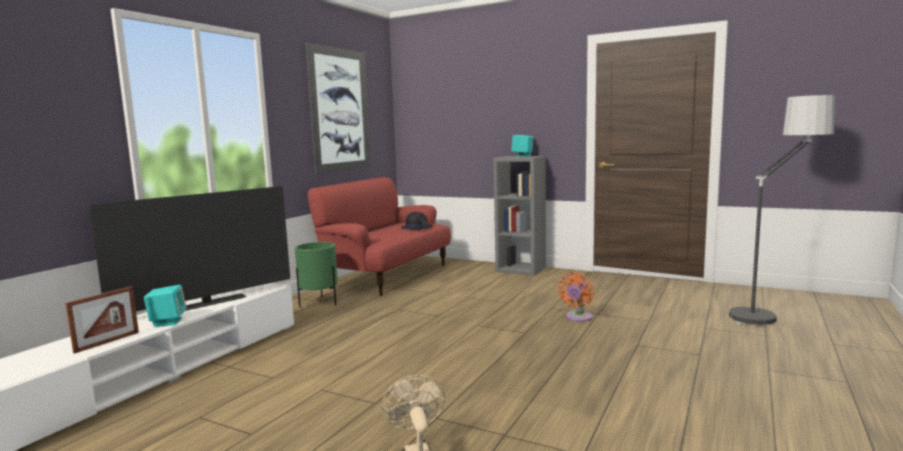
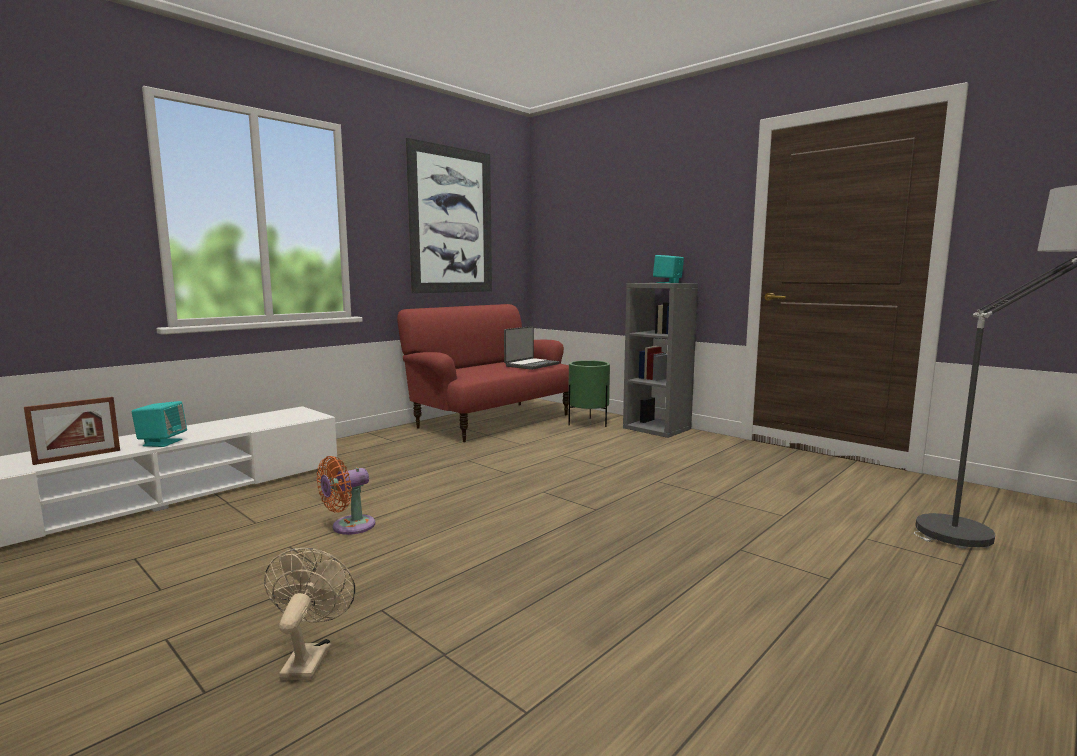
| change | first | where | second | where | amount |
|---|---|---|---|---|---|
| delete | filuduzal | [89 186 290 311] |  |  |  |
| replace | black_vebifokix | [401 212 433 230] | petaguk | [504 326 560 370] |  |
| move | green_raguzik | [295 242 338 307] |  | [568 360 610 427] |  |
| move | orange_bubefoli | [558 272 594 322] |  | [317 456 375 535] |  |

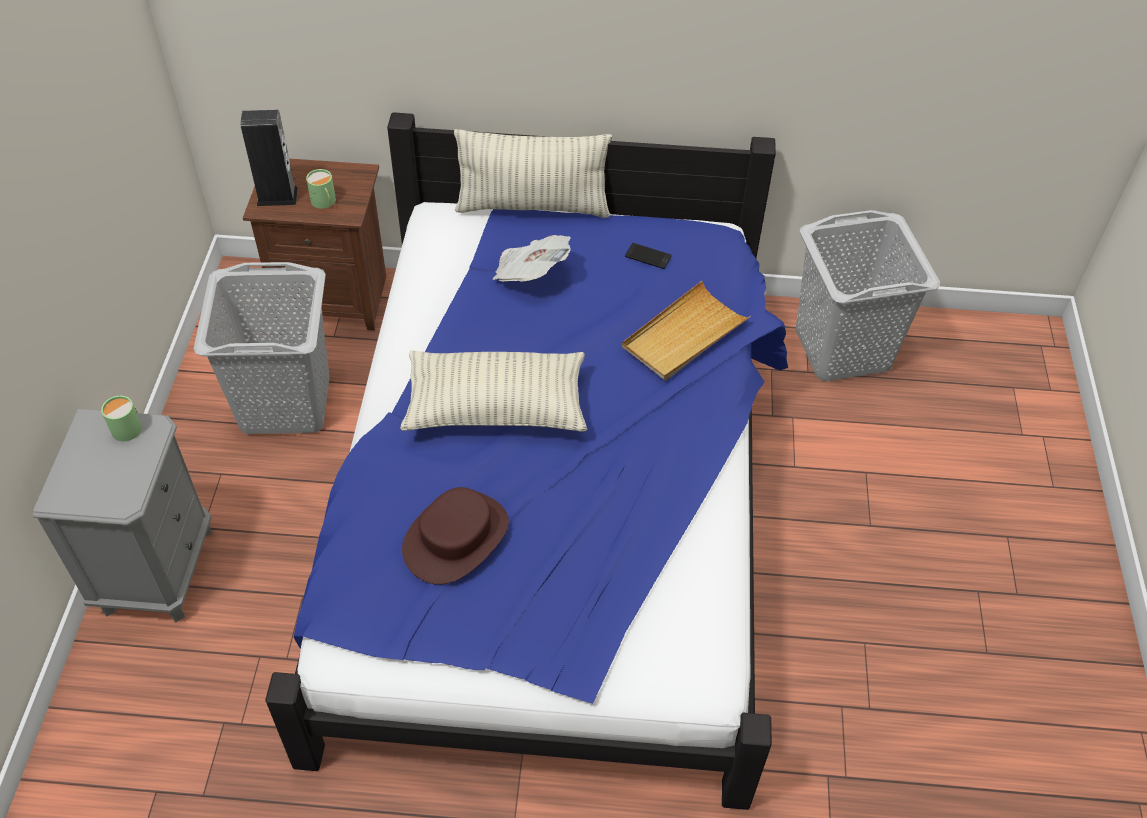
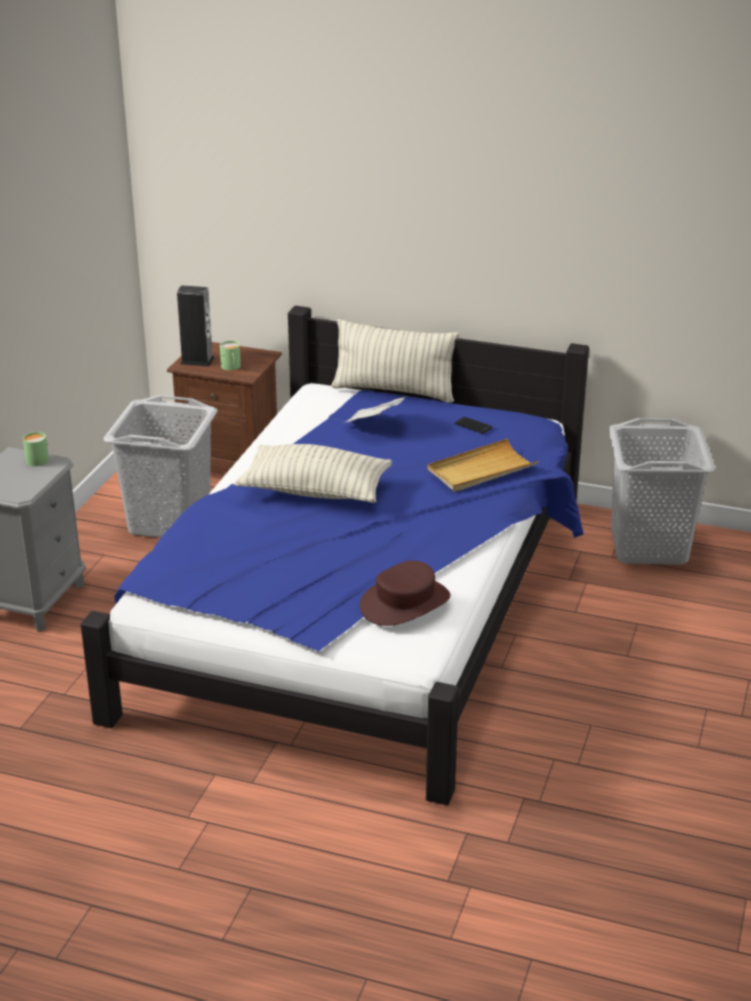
| change | first | where | second | where | amount |
|---|---|---|---|---|---|
| move | brown_vebifokix | [402 487 509 585] |  | [360 561 450 626] |  |

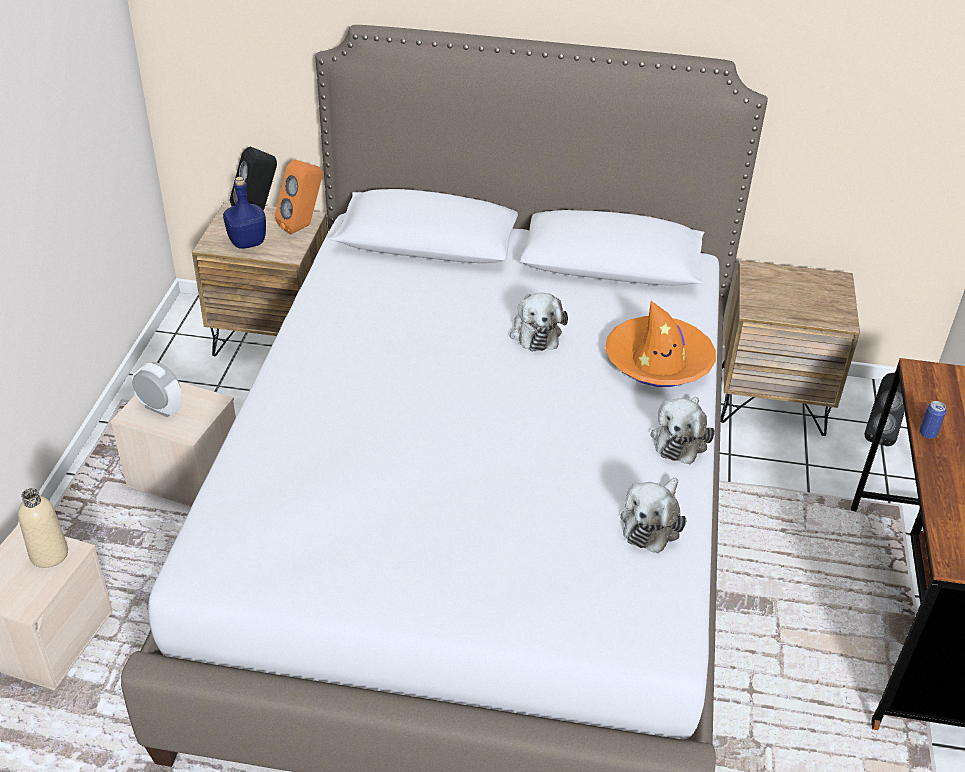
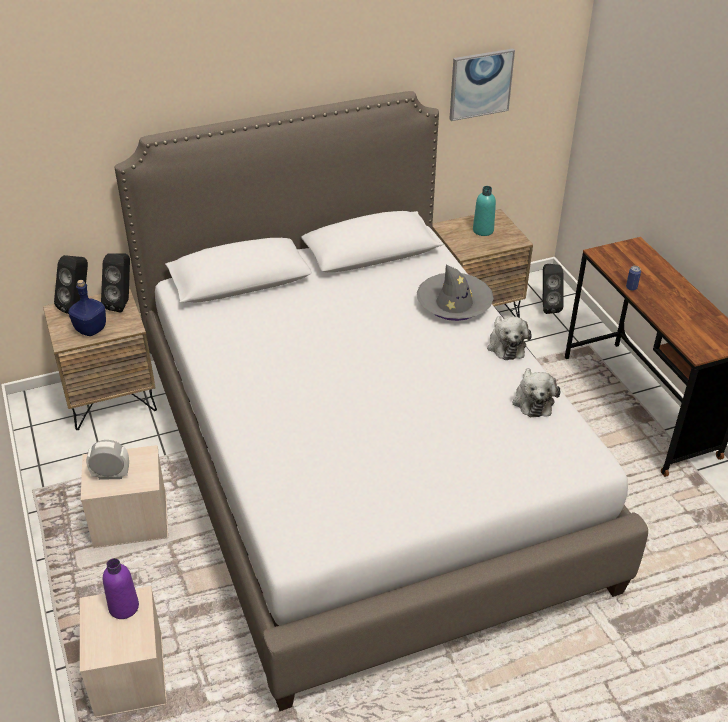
| change | first | where | second | where | amount |
|---|---|---|---|---|---|
| recolor | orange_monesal | [275 159 323 235] | black_monesal | [101 253 130 313] |  |
| delete | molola | [510 293 568 351] |  |  |  |
| recolor | orange_vebifokix | [605 301 716 387] | grey_vebifokix | [417 264 494 321] |  |
| recolor | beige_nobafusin | [18 488 68 568] | purple_nobafusin | [103 558 139 619] |  |
| insert |  |  | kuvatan | [450 49 515 121] |  |
| insert |  |  | turquoise_nobafusin | [473 186 496 236] |  |

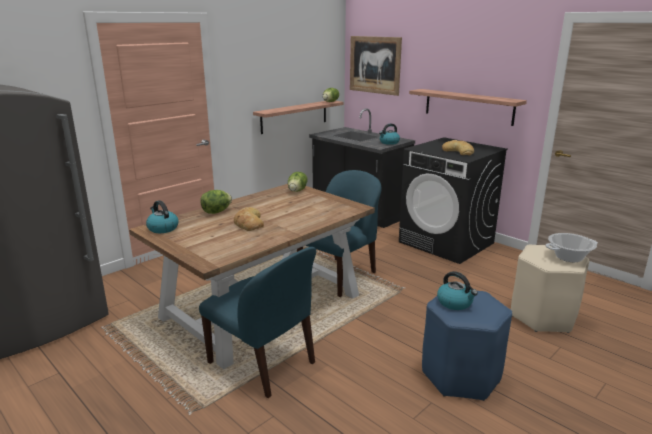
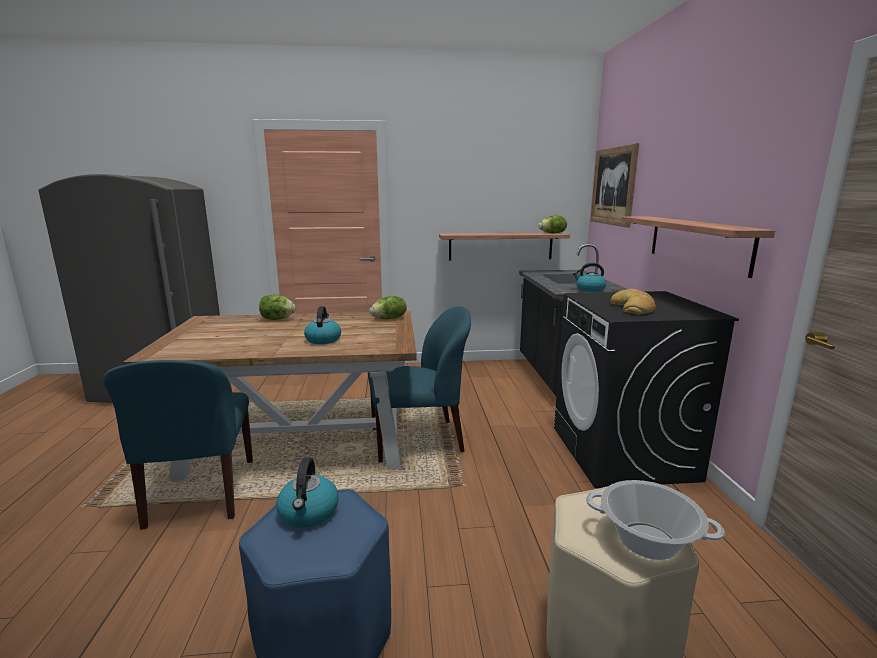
| change | first | where | second | where | amount |
|---|---|---|---|---|---|
| move | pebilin | [146 200 179 233] |  | [304 306 341 344] |  |
| delete | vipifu | [234 207 264 231] |  |  |  |

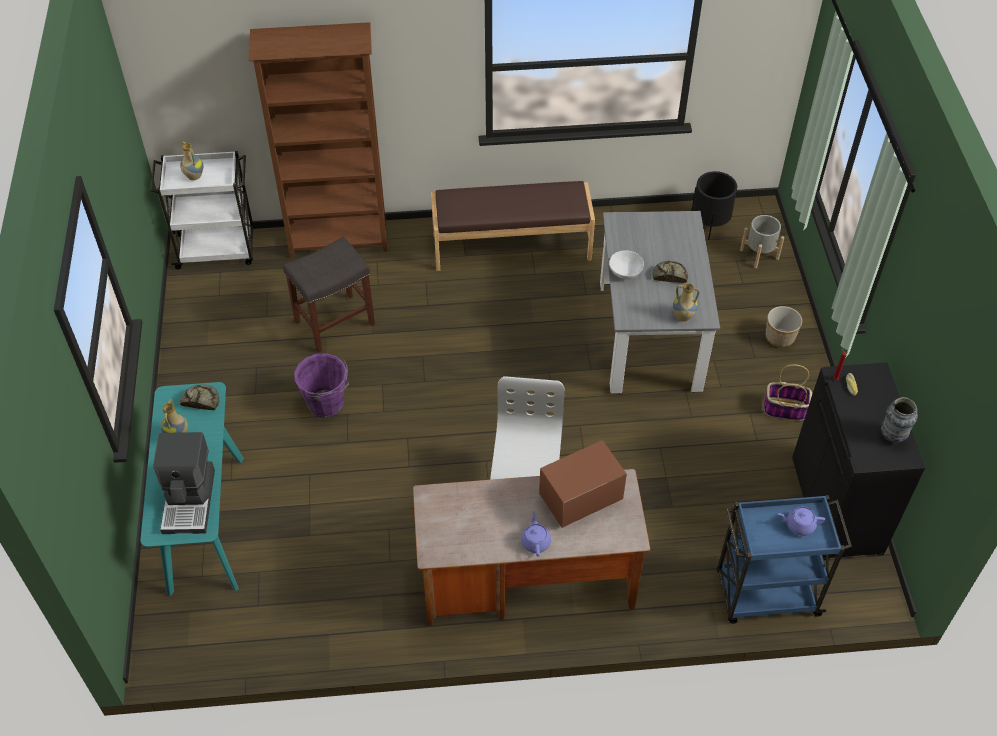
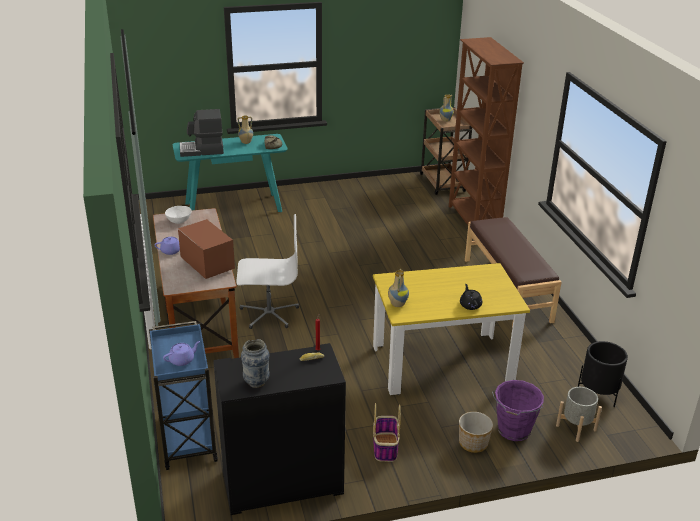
| change | first | where | second | where | amount |
|---|---|---|---|---|---|
| recolor | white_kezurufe | [150 151 254 270] | brown_kezurufe | [420 107 472 195] |  |
| recolor | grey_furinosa | [600 211 720 394] | yellow_furinosa | [373 263 530 395] |  |
| delete | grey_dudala | [283 237 375 353] |  |  |  |
| move | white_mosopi | [609 250 644 279] |  | [165 206 192 224] |  |
| delete | vipifu | [652 261 688 283] |  |  |  |
| move | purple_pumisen | [294 354 349 418] |  | [492 380 544 441] |  |
| rotate | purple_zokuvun | [778 507 826 536] |  | [163 341 200 366] | 60 degrees clockwise |
| insert |  |  | black_zokuvun | [460 284 482 310] |  |

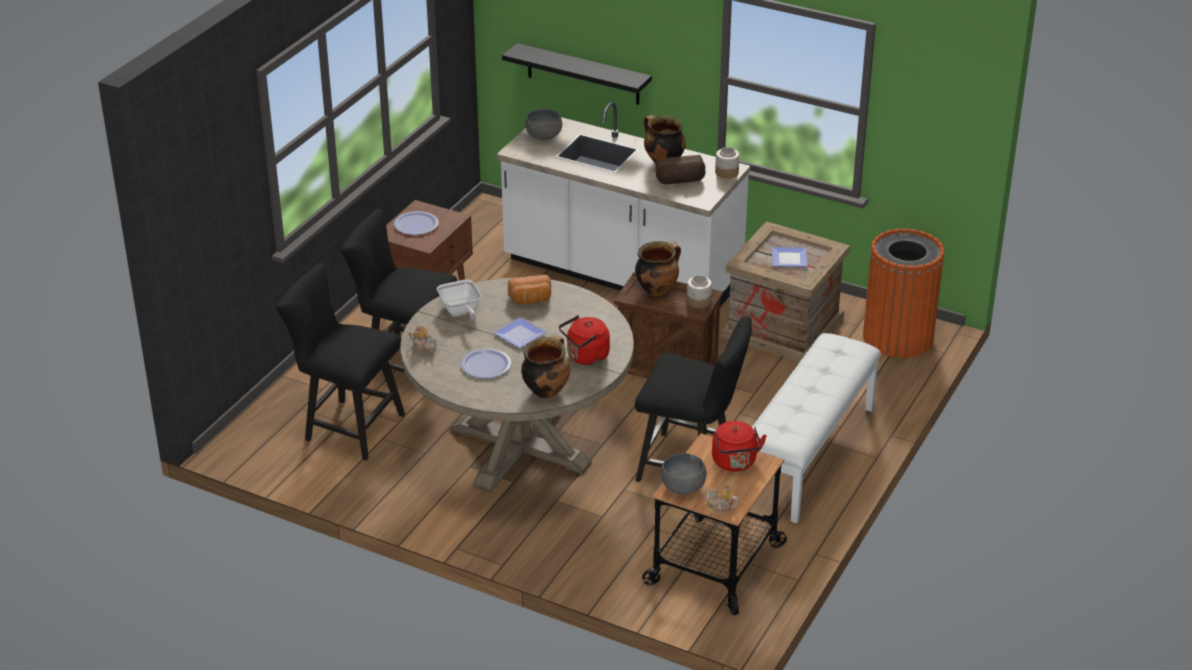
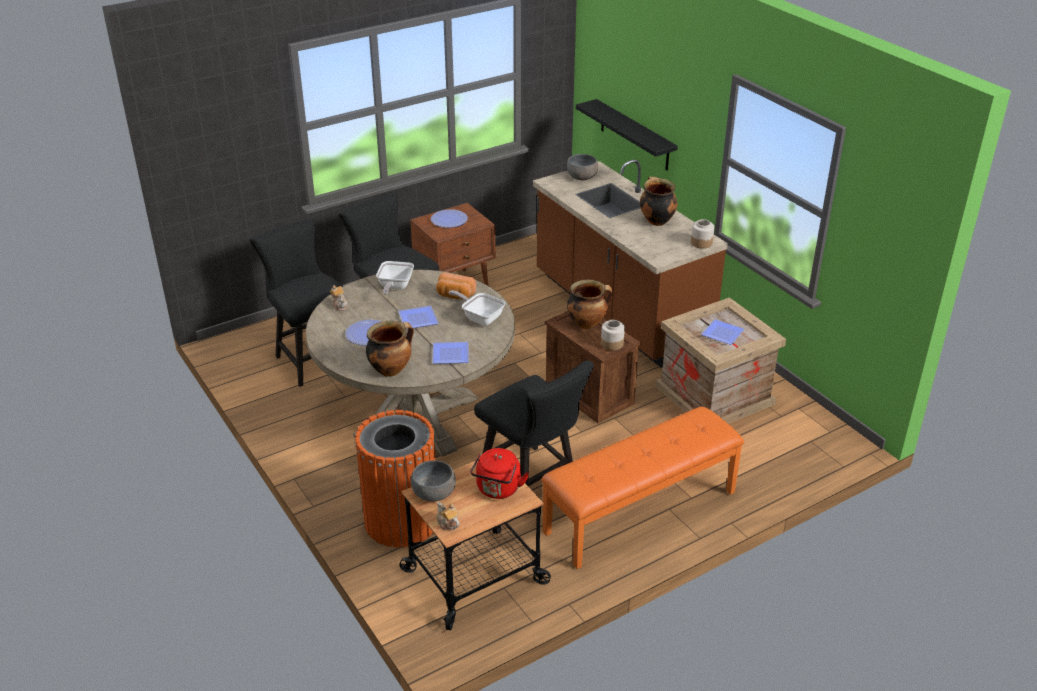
| change | first | where | second | where | amount |
|---|---|---|---|---|---|
| recolor | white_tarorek | [497 102 750 307] | brown_tarorek | [533 160 728 368] |  |
| delete | vipifu | [656 155 706 184] |  |  |  |
| move | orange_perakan | [863 228 944 358] |  | [355 410 435 547] |  |
| replace | red_pebilin | [559 315 610 365] | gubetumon | [432 342 469 364] |  |
| recolor | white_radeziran | [752 333 881 523] | orange_radeziran | [541 406 744 569] |  |
| insert |  |  | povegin | [448 290 505 326] |  |

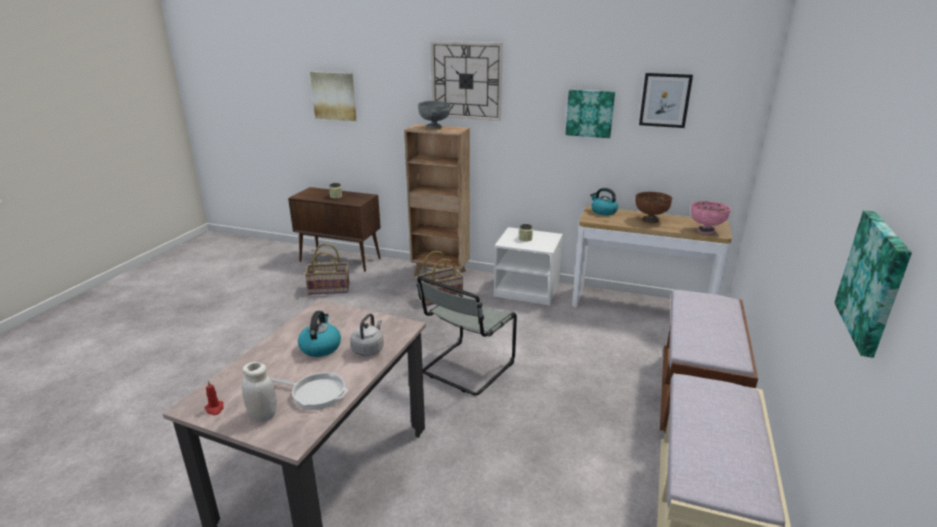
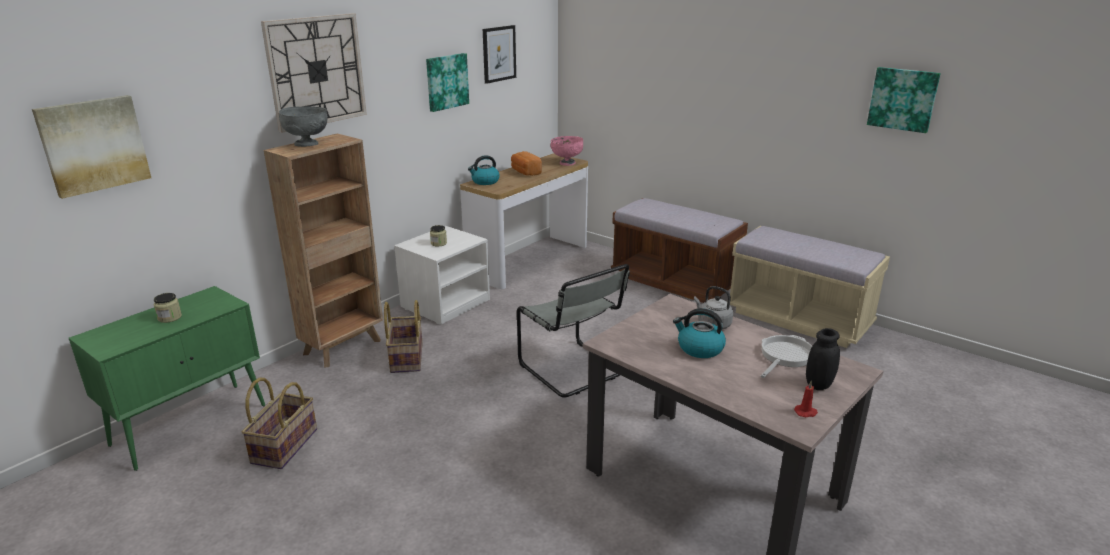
| change | first | where | second | where | amount |
|---|---|---|---|---|---|
| recolor | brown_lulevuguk | [288 187 381 272] | green_lulevuguk | [69 286 265 471] |  |
| replace | brown_mosopi | [635 192 672 223] | vipifu | [511 151 542 176] |  |
| recolor | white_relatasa | [242 362 277 422] | black_relatasa | [806 328 840 390] |  |

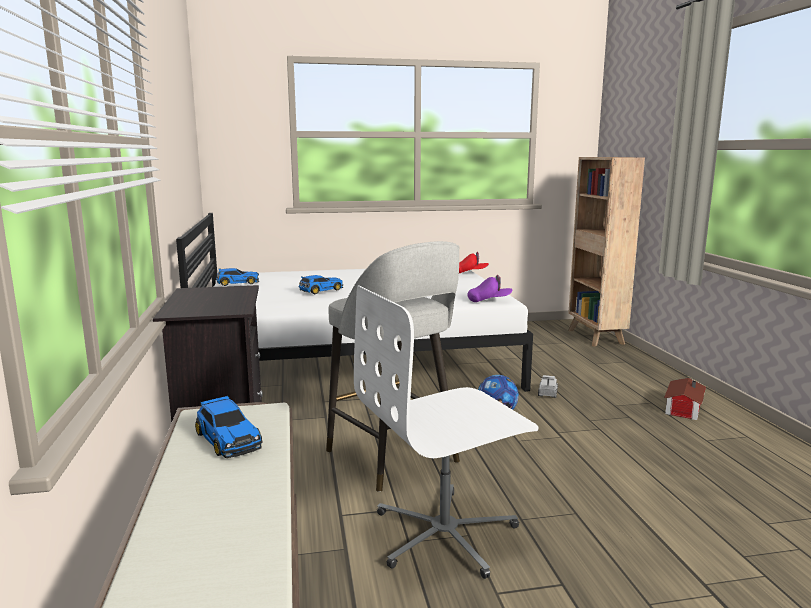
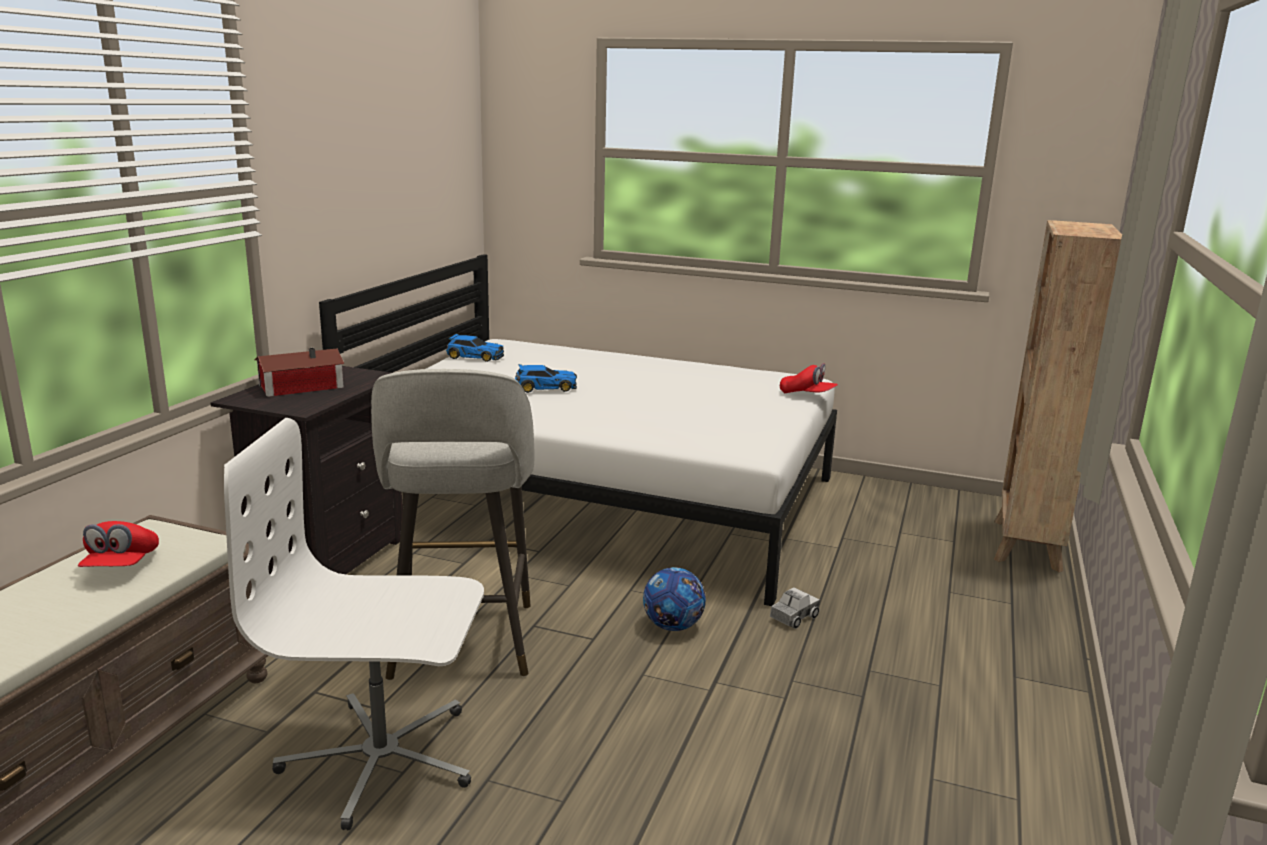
| change | first | where | second | where | amount |
|---|---|---|---|---|---|
| delete | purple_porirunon | [468 275 512 302] |  |  |  |
| move | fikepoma | [664 378 706 420] |  | [254 348 344 397] |  |
| replace | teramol | [195 396 263 458] | red_porirunon | [78 521 159 567] |  |

